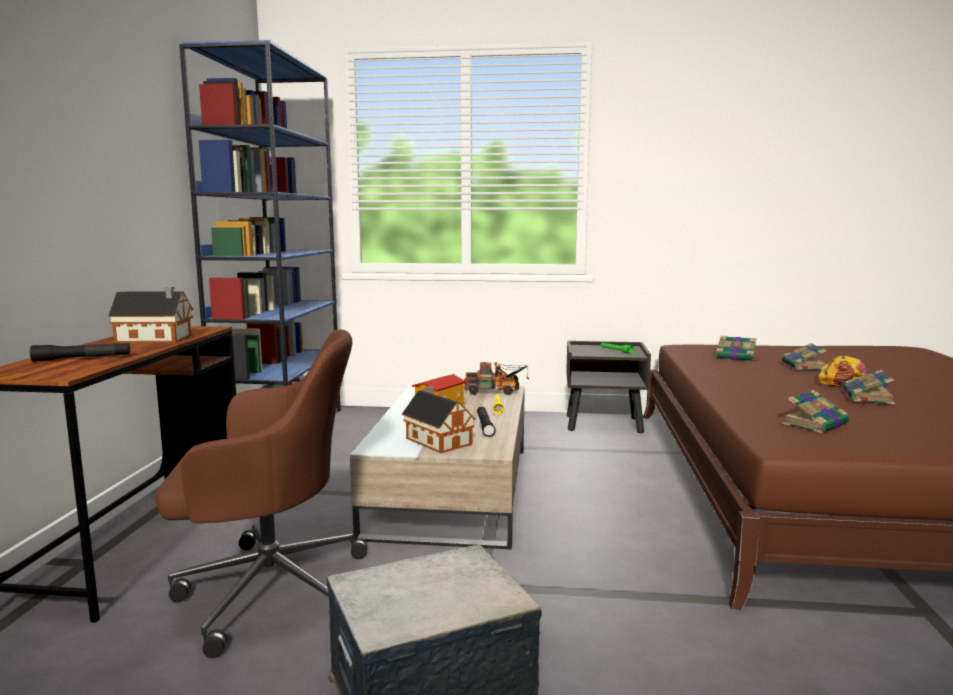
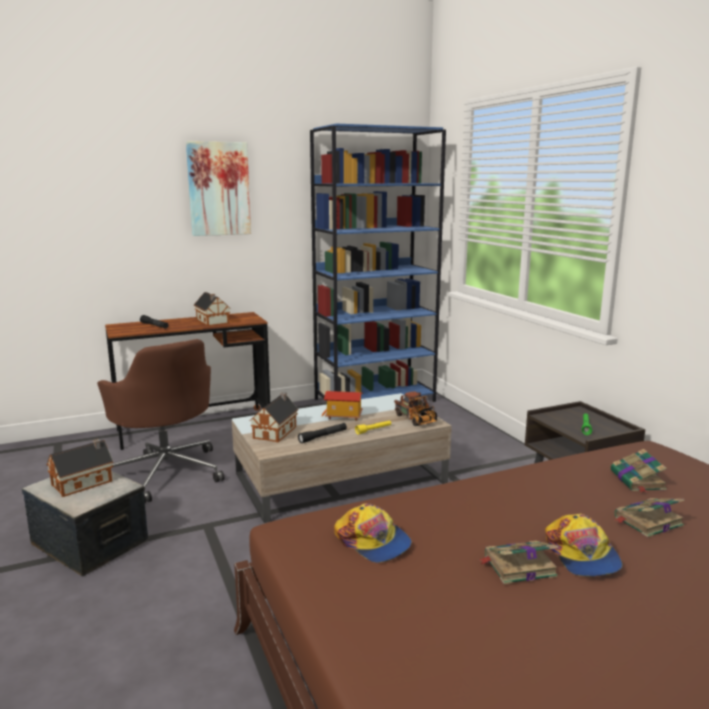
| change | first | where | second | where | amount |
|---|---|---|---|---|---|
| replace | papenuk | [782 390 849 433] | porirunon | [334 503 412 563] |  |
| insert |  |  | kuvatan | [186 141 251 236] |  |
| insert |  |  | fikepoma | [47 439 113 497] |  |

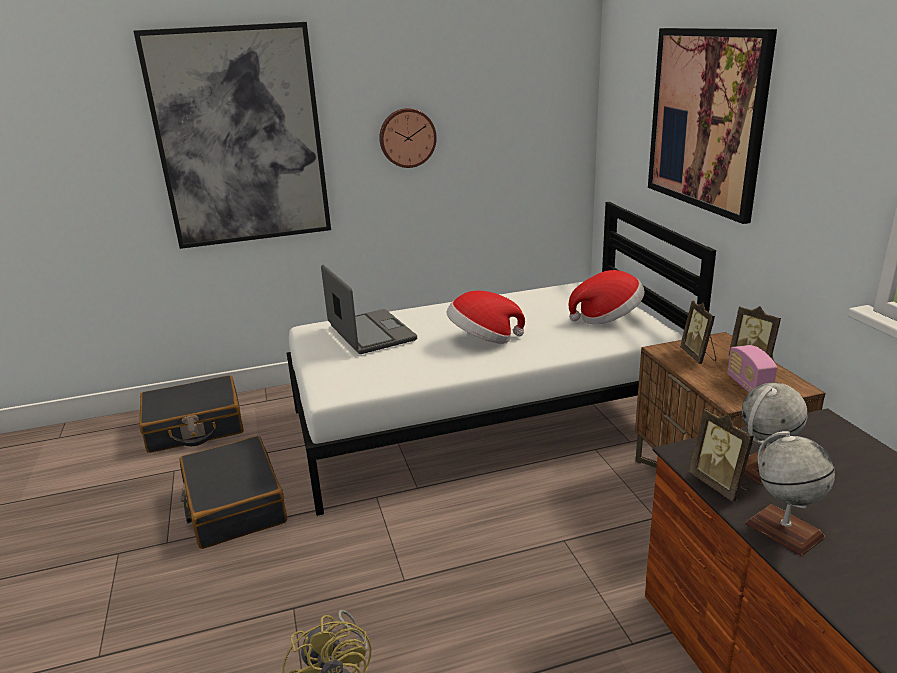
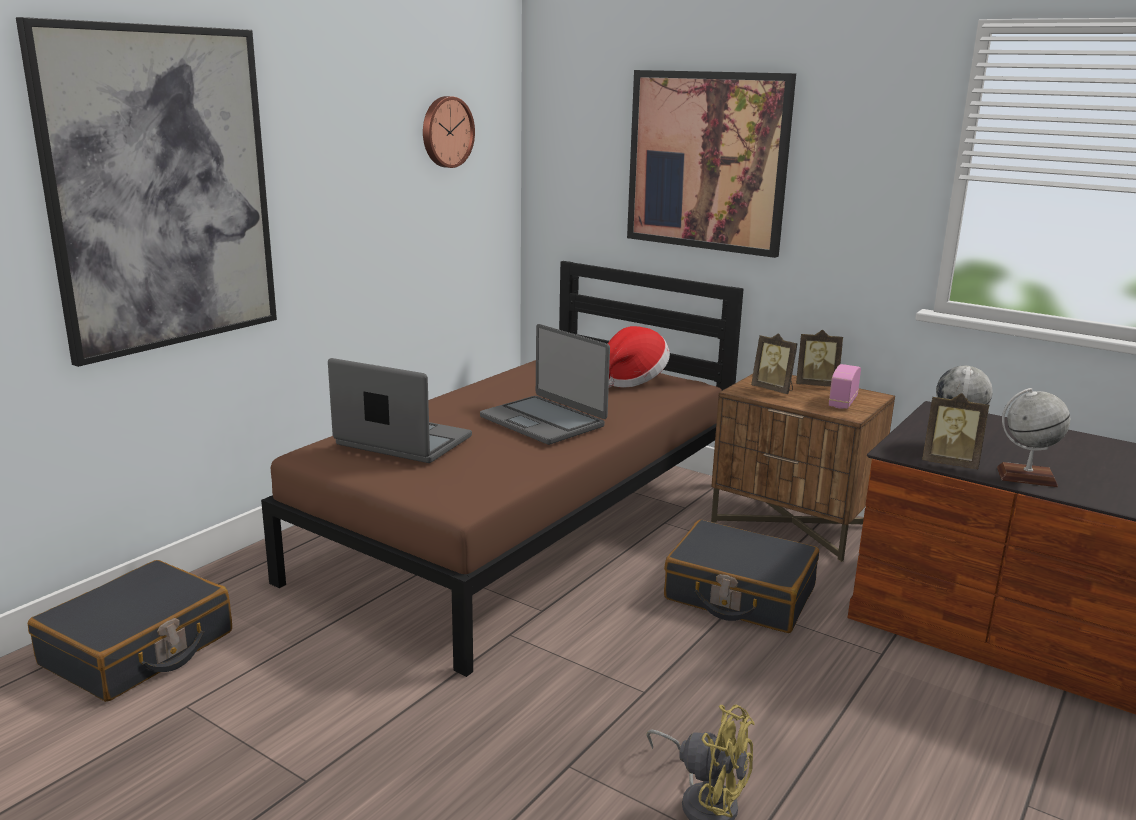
| change | first | where | second | where | amount |
|---|---|---|---|---|---|
| move | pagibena | [379 108 437 168] |  | [423 96 475 168] |  |
| recolor | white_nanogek | [286 202 716 516] | brown_nanogek | [261 261 744 677] |  |
| replace | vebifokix | [447 291 525 343] | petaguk | [480 324 610 445] |  |
| rotate | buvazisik | [727 345 777 392] |  | [829 364 861 409] | 75 degrees clockwise |
| move | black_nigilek | [179 436 287 549] |  | [664 520 819 633] |  |

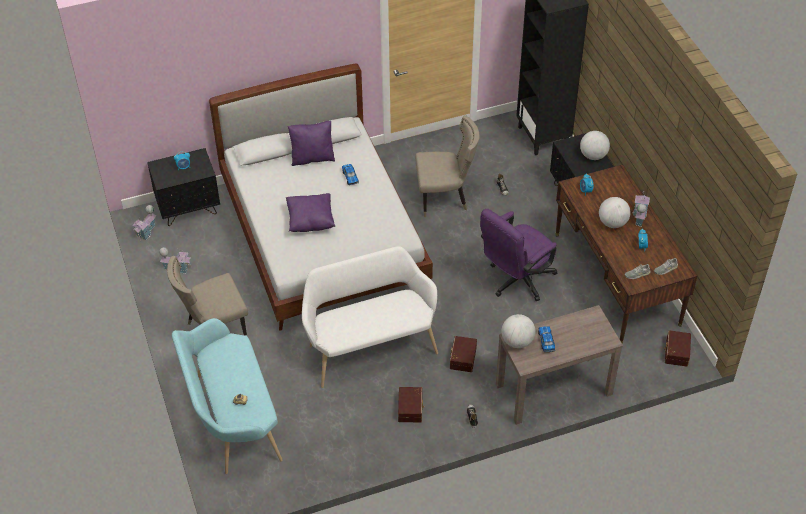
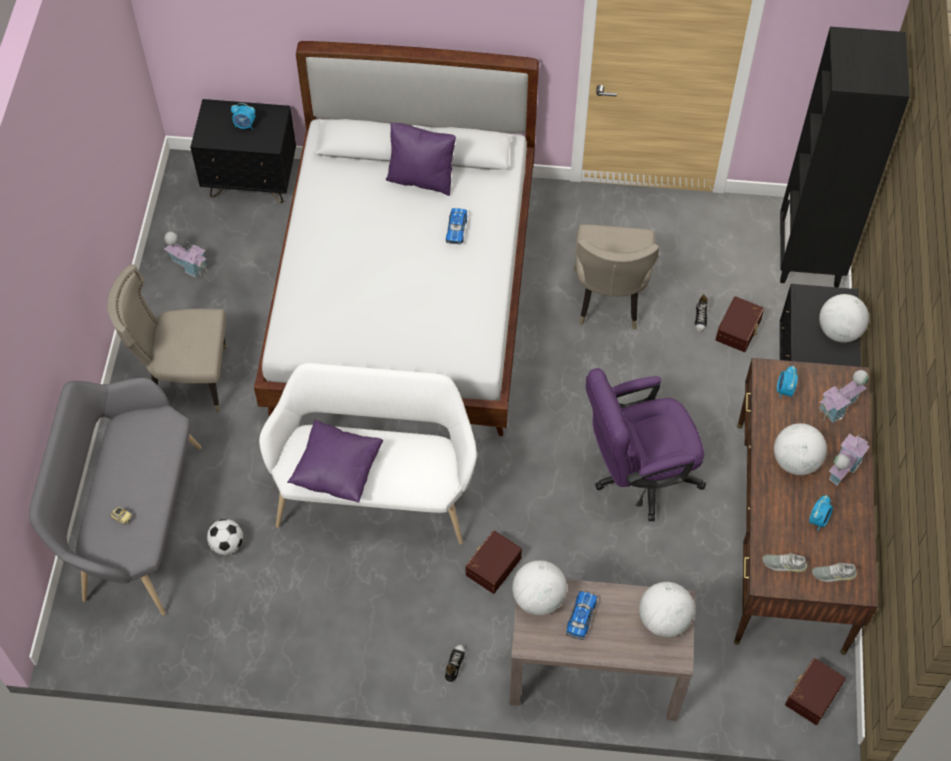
| change | first | where | second | where | amount |
|---|---|---|---|---|---|
| rotate | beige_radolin | [415 115 480 217] |  | [574 224 659 330] | 75 degrees clockwise |
| move | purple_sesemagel | [286 193 335 232] |  | [287 419 384 503] |  |
| move | fikepoma | [132 205 157 241] |  | [819 370 869 423] |  |
| recolor | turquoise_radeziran | [172 318 283 474] | grey_radeziran | [29 378 202 615] |  |
| move | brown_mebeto | [398 387 424 422] |  | [715 296 764 352] |  |
| insert |  |  | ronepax | [207 519 243 555] |  |
| insert |  |  | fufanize | [639 582 695 637] |  |

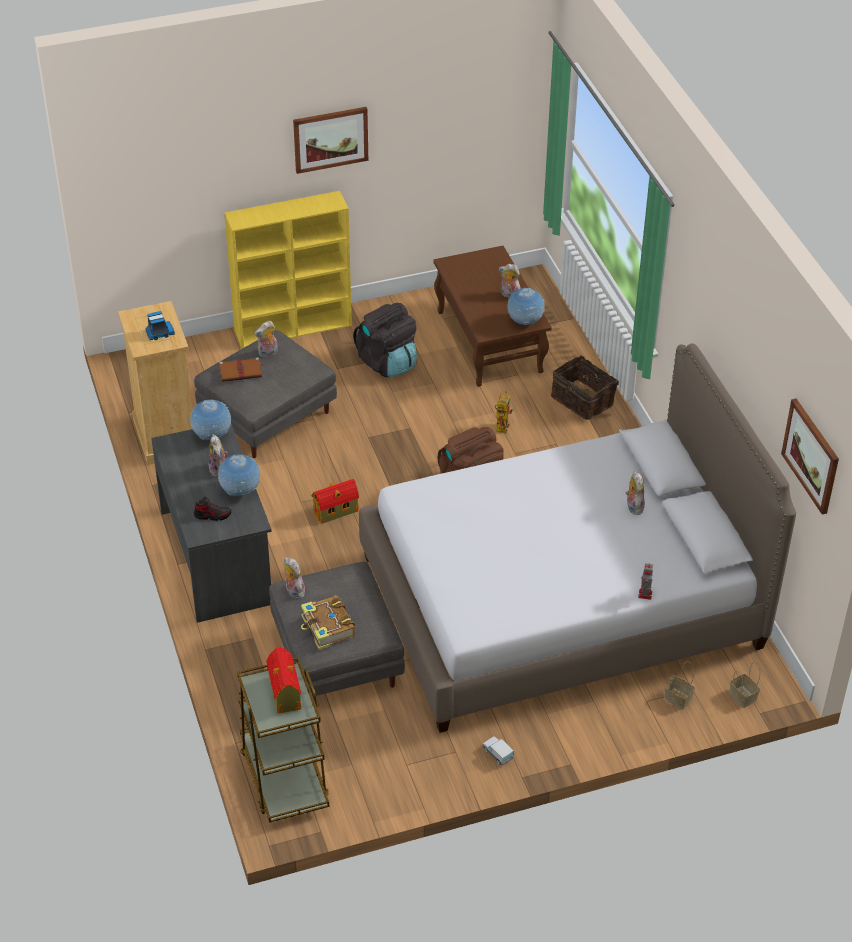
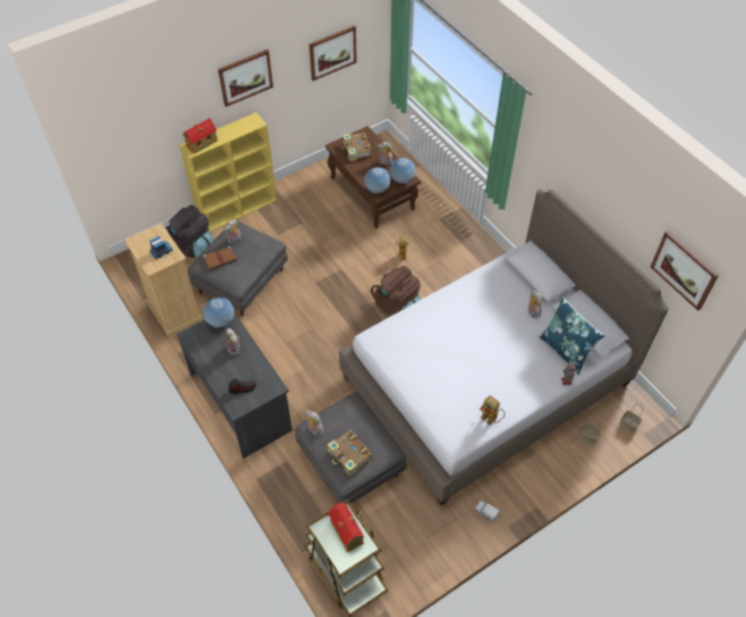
| change | first | where | second | where | amount |
|---|---|---|---|---|---|
| move | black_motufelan | [353 303 417 377] |  | [165 205 213 258] |  |
| delete | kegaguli | [551 356 619 420] |  |  |  |
| move | fufanize | [218 454 260 496] |  | [364 167 390 194] |  |
| move | fikepoma | [312 479 359 524] |  | [183 118 218 154] |  |
| insert |  |  | kuvatan | [309 26 357 81] |  |
| insert |  |  | papenuk | [341 132 371 161] |  |
| insert |  |  | blue_sesemagel | [539 297 605 375] |  |
| insert |  |  | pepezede | [479 395 505 425] |  |

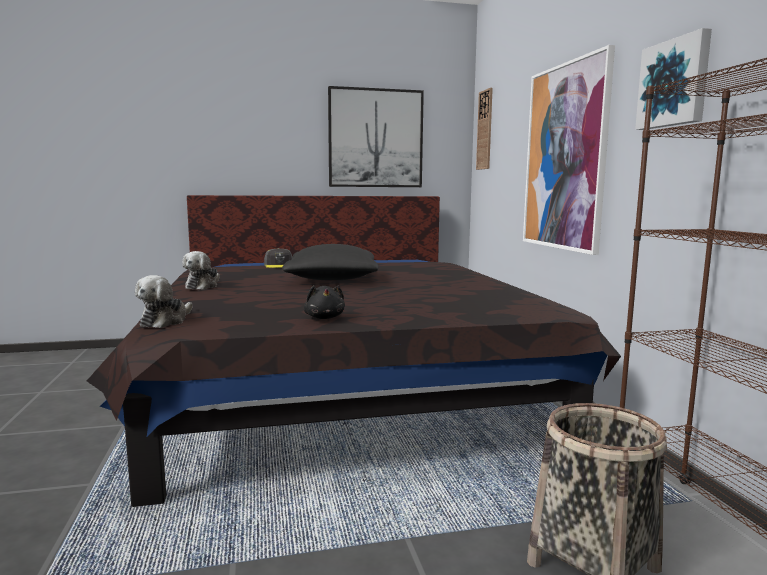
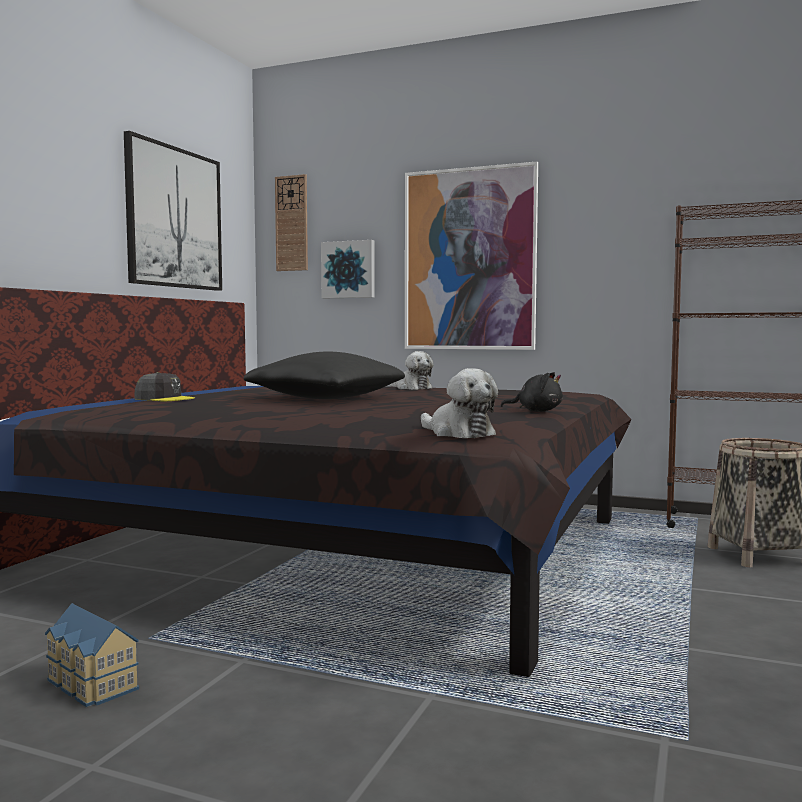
| change | first | where | second | where | amount |
|---|---|---|---|---|---|
| move | kuvatan | [635 28 712 130] |  | [321 240 375 298] |  |
| move | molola | [182 251 220 290] |  | [390 351 434 390] |  |
| insert |  |  | fikepoma | [45 603 139 707] |  |

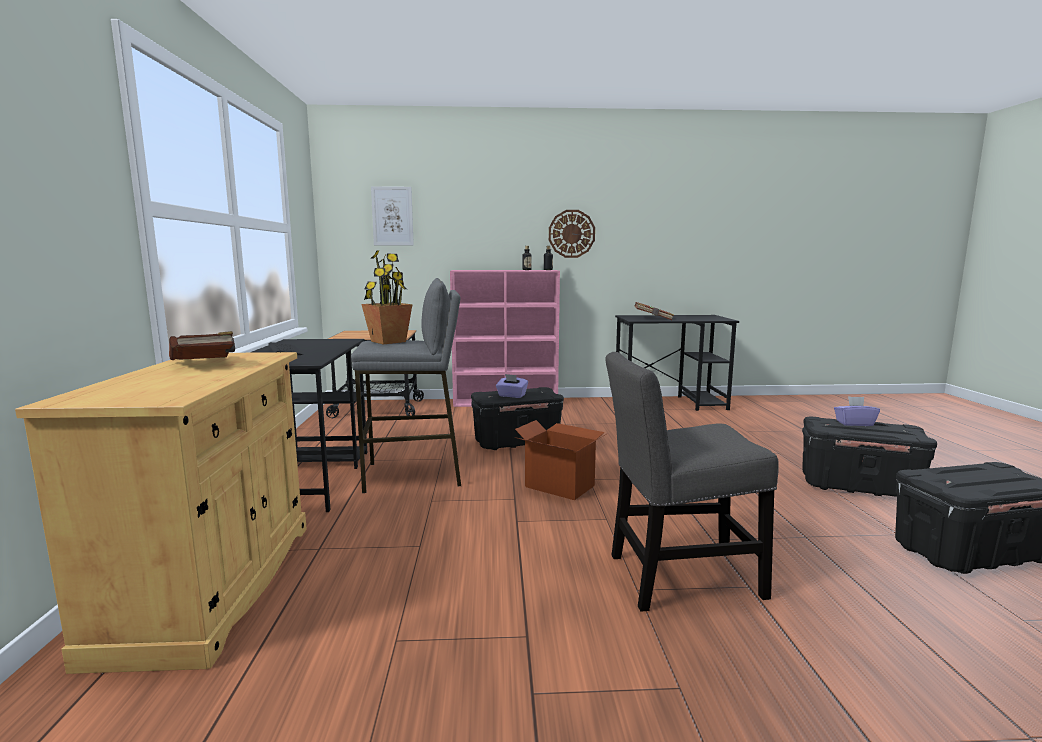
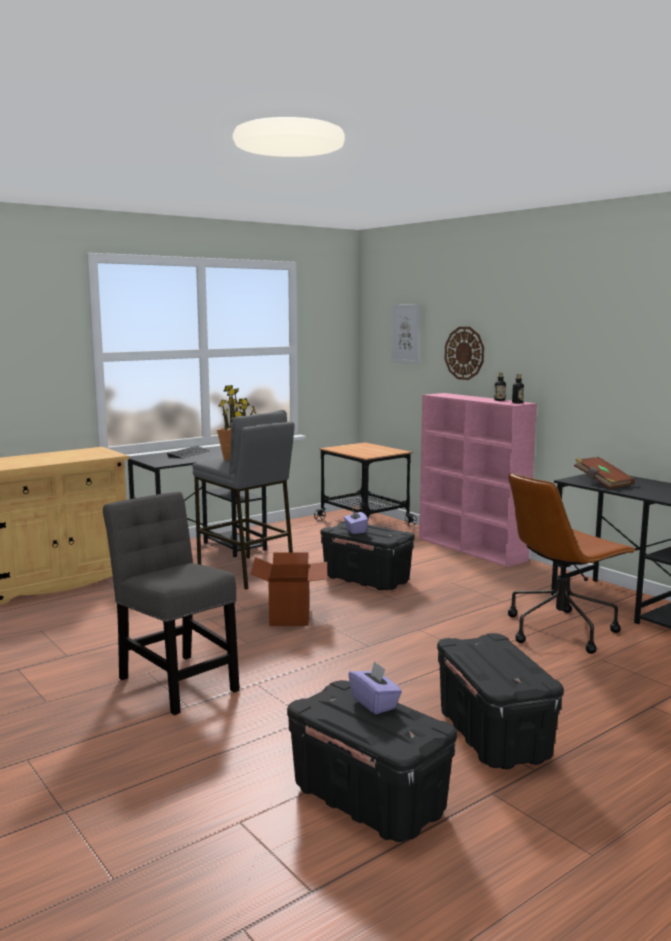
| change | first | where | second | where | amount |
|---|---|---|---|---|---|
| move | pagibena | [549 210 595 258] |  | [445 327 484 380] |  |
| delete | brown_papenuk | [169 331 235 360] |  |  |  |
| move | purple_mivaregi | [834 396 880 426] |  | [348 661 402 714] |  |
| insert |  |  | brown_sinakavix | [508 473 637 654] |  |

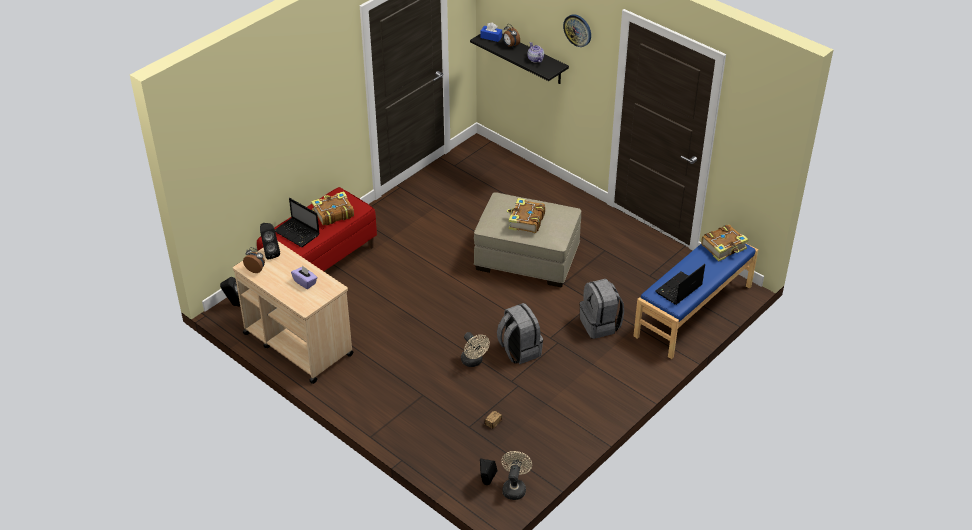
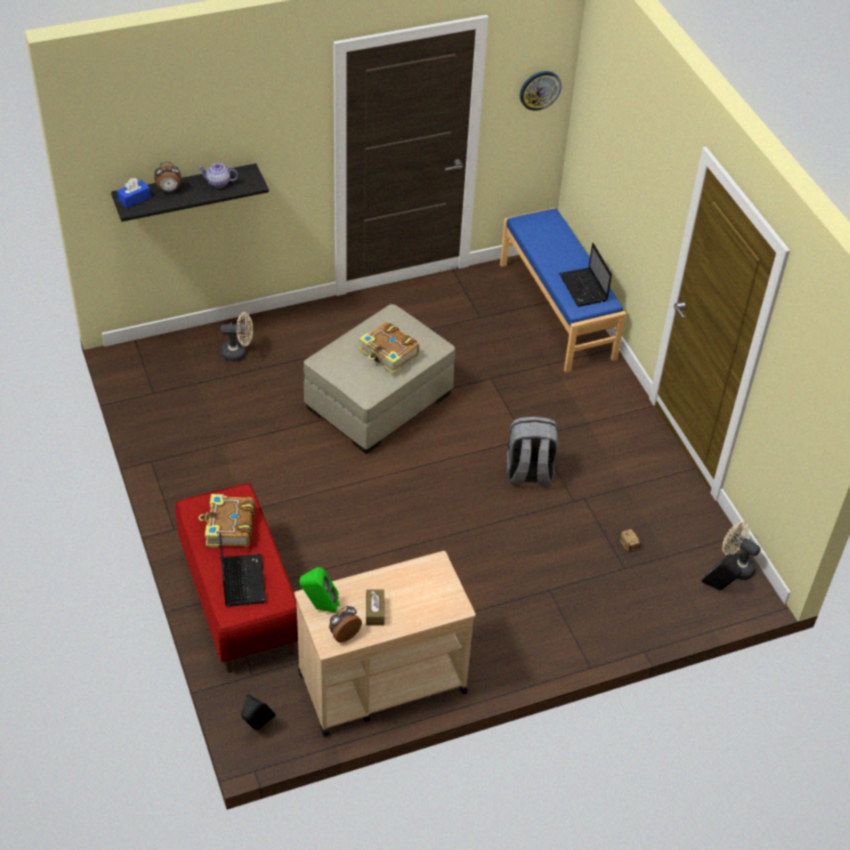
| change | first | where | second | where | amount |
|---|---|---|---|---|---|
| move | pagibena | [563 14 591 47] |  | [520 71 562 111] |  |
| rotate | petaguk | [275 198 320 247] |  | [219 533 266 606] | 75 degrees counterclockwise |
| recolor | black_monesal | [260 223 280 260] | green_monesal | [299 567 340 613] |  |
| delete | papenuk | [701 225 749 261] |  |  |  |
| delete | purple_mivaregi | [291 265 318 289] |  |  |  |
| delete | grey_motufelan | [579 279 624 339] |  |  |  |
| move | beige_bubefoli | [461 332 490 367] |  | [221 312 253 362] |  |
| insert |  |  | brown_mivaregi | [366 589 385 626] |  |

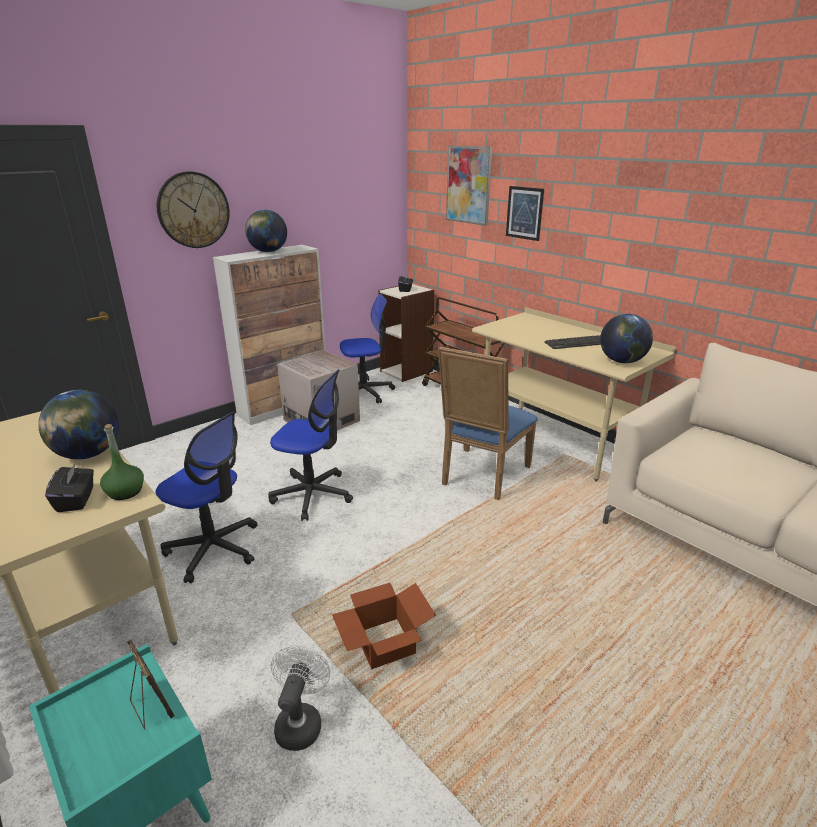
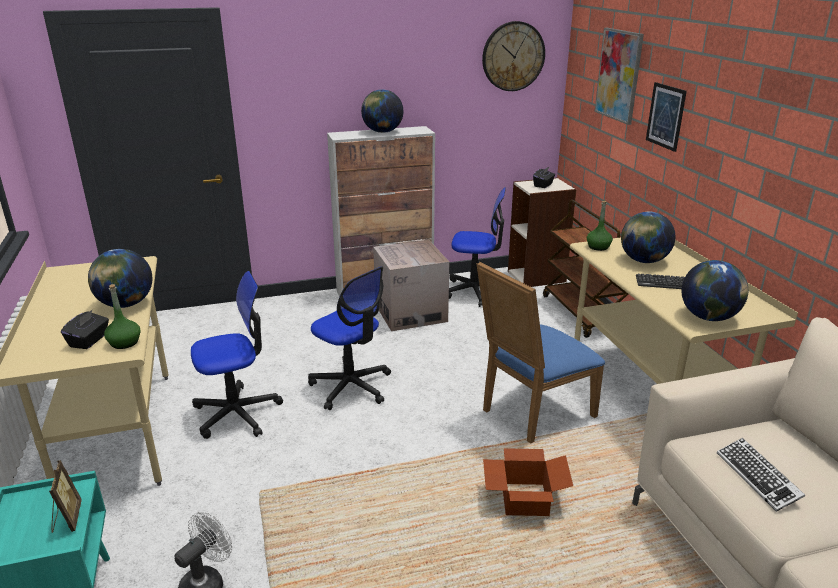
| change | first | where | second | where | amount |
|---|---|---|---|---|---|
| move | pagibena | [157 171 230 248] |  | [482 21 545 91] |  |
| rotate | sinakavix | [156 412 257 583] |  | [191 271 283 439] | 75 degrees counterclockwise |
| move | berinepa | [332 583 436 669] |  | [483 448 573 516] |  |
| insert |  |  | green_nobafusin | [587 201 613 251] |  |
| insert |  |  | fufanize | [621 212 676 263] |  |
| insert |  |  | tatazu | [717 438 805 512] |  |

